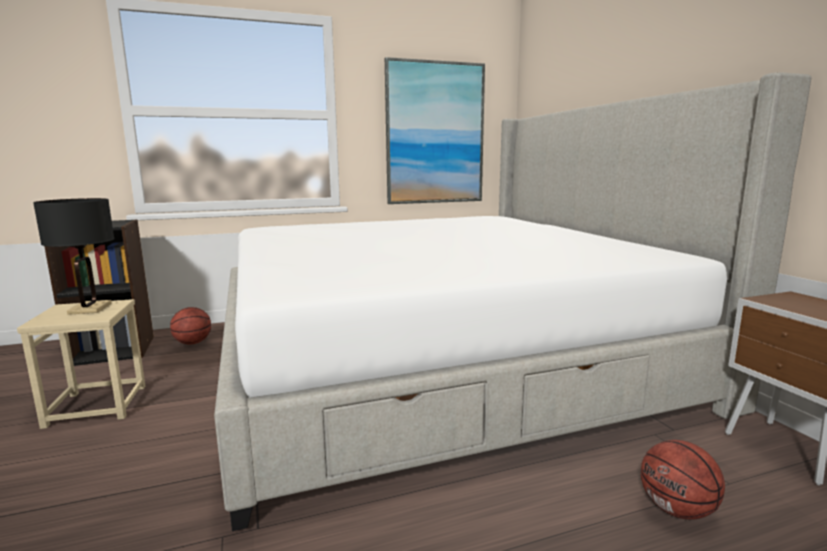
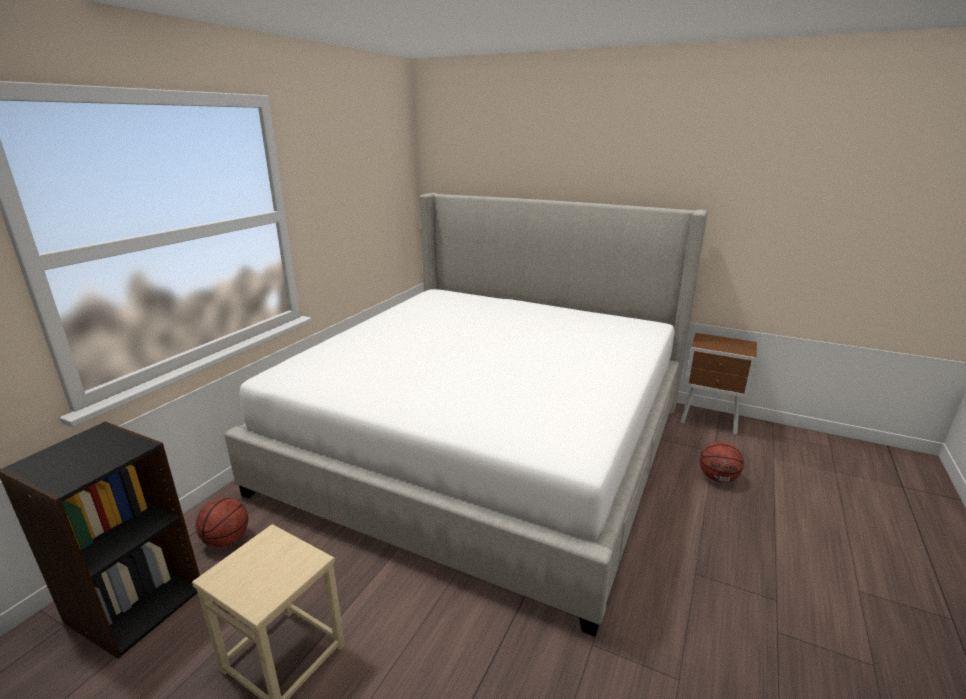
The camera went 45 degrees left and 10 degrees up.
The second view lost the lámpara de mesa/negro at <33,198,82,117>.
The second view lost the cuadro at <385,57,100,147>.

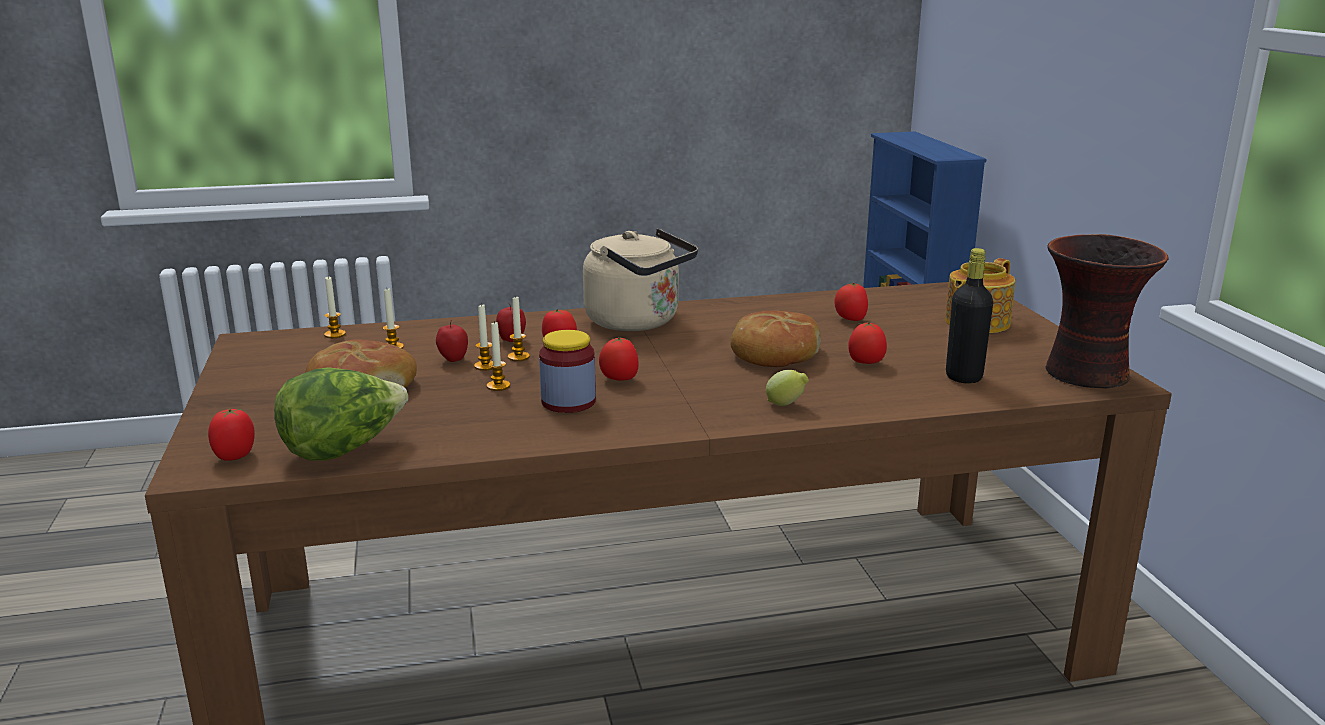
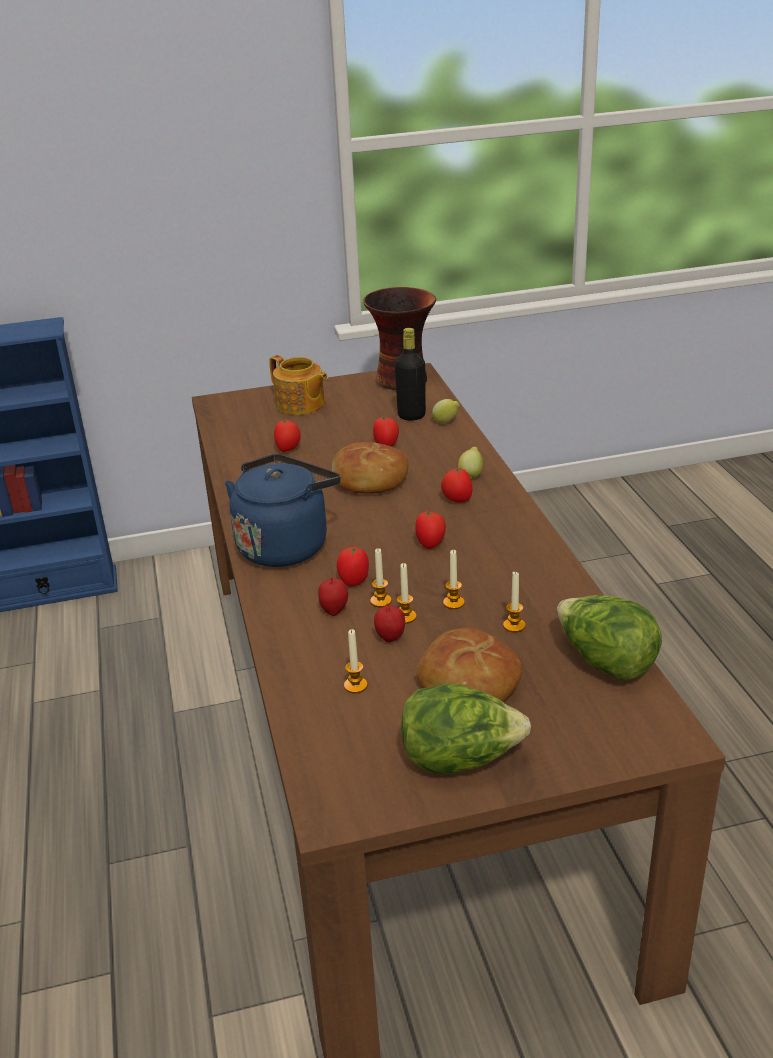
The camera went 90 degrees left and 10 degrees up.
The second view lost the tarro at <539,330,57,83>.
The second view gained the lechuga at <401,684,130,90>.
The second view gained the limón at <432,399,28,24>.
The tomate ended up elsewhere, having gone from <208,409,47,52> to <441,468,32,34>.
The vela ended up elsewhere, having gone from <324,277,22,61> to <503,572,23,61>.
What was the hervidor/beis at <583,229,115,102> turned into the hervidor/azul at <225,454,116,113>.

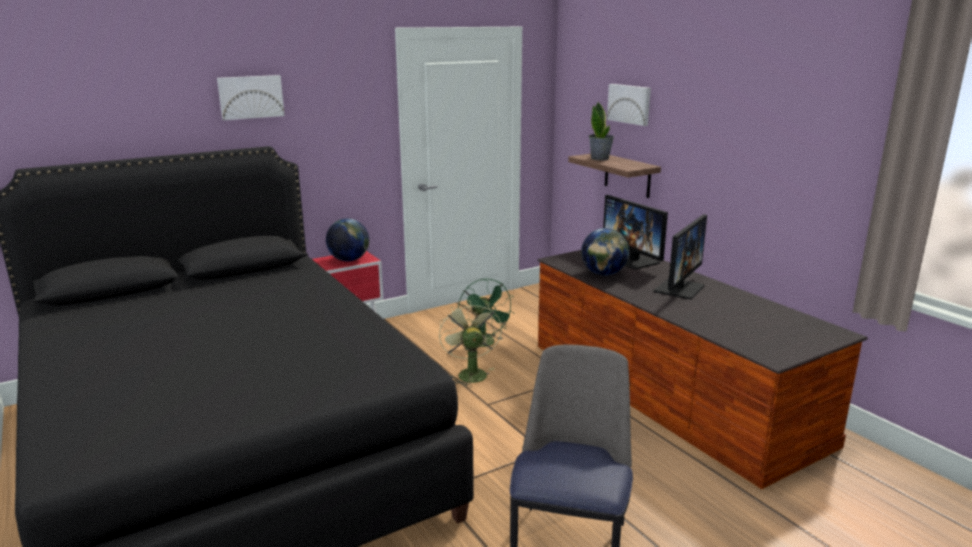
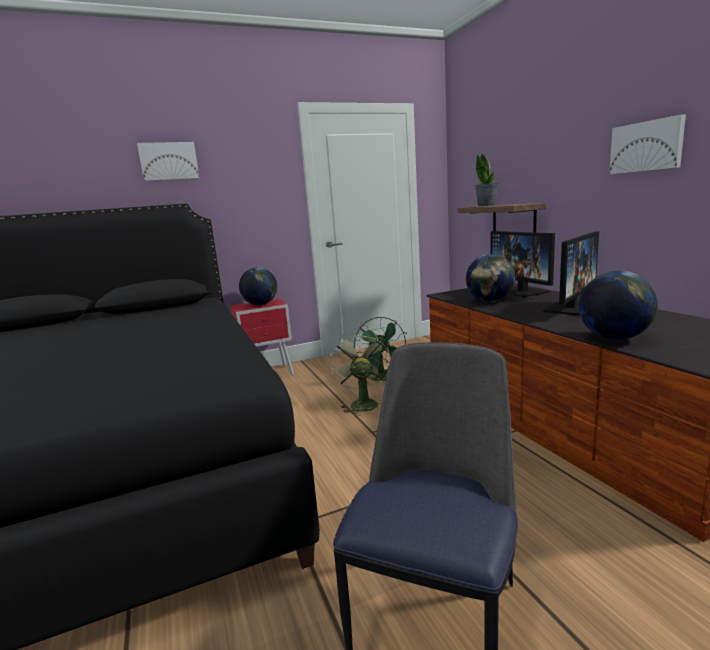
The camera went 10 degrees right and 5 degrees down.
The second view gained the globo terráqueo at <578,271,80,69>.
The cuadro ended up elsewhere, having gone from <607,84,44,42> to <609,114,77,60>.

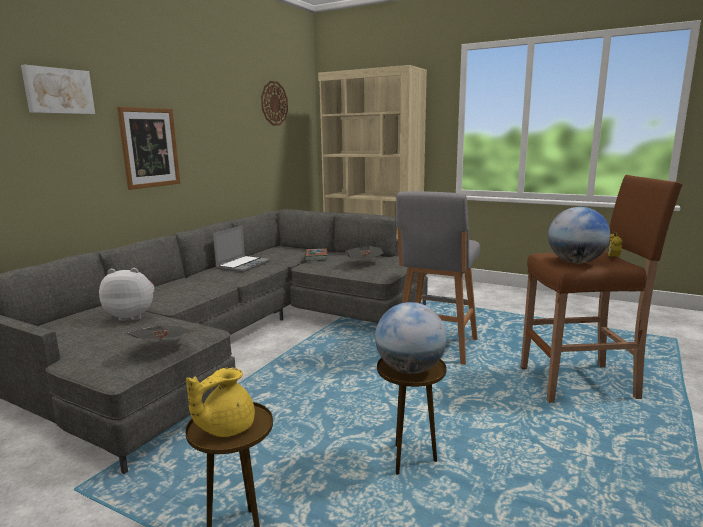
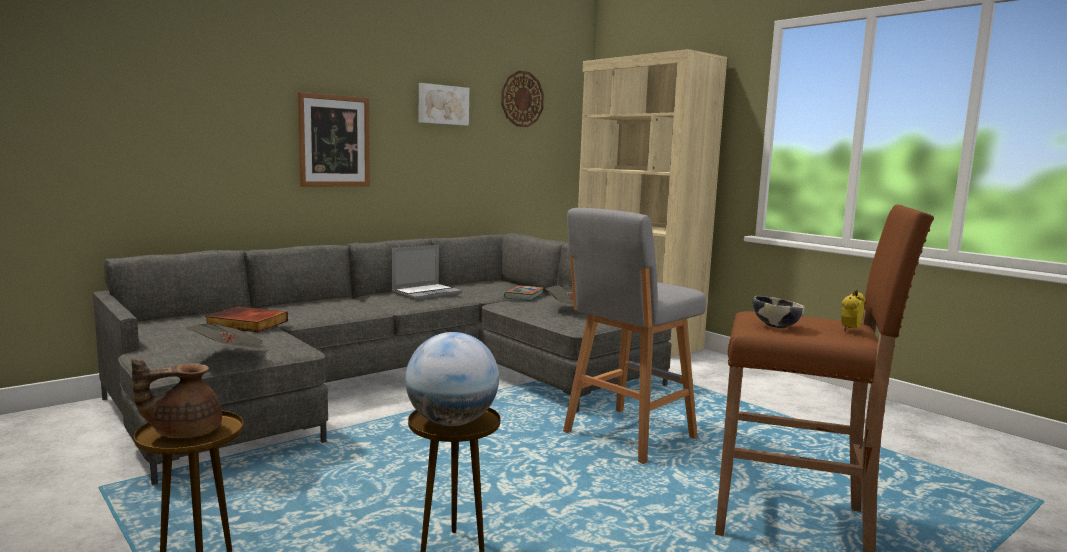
The camera went 20 degrees right and 5 degrees down.
The cuadro ended up elsewhere, having gone from <21,65,74,49> to <419,83,50,43>.
Where the peluche stood at <99,268,55,53>, the libro came to stand at <205,306,83,26>.
Where the globo terráqueo stood at <548,207,62,56>, the cuenco came to stand at <753,296,52,32>.
What was the tetera/amarillo at <186,368,69,69> turned into the tetera/marrón at <131,359,91,79>.

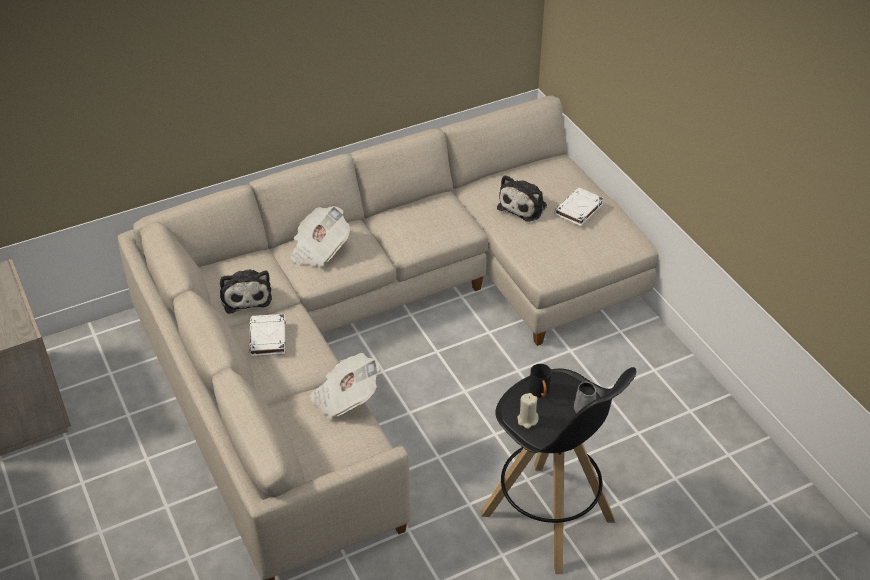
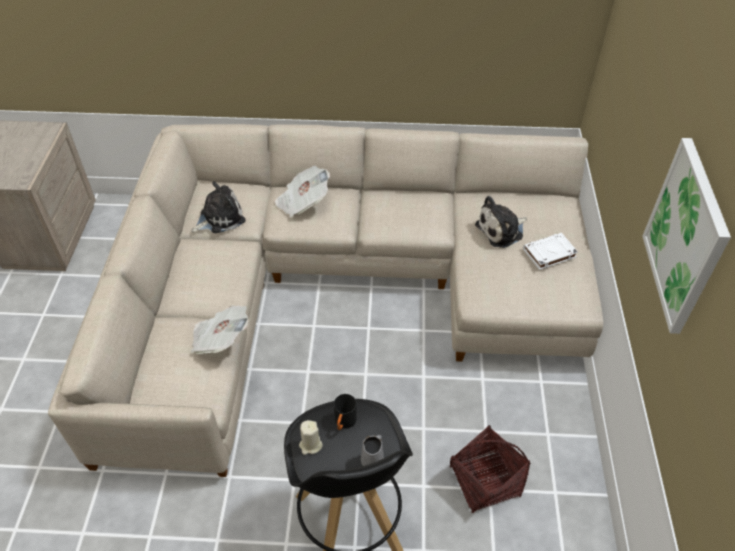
The camera went 30 degrees right and 5 degrees up.
The second view lost the libro/blanco at <249,314,37,43>.
The second view gained the cesta at <450,425,81,88>.
The second view gained the cuadro at <642,138,89,196>.
The peluche at <220,270,52,44> ended up facing another way, 135 degrees counterclockwise from before.

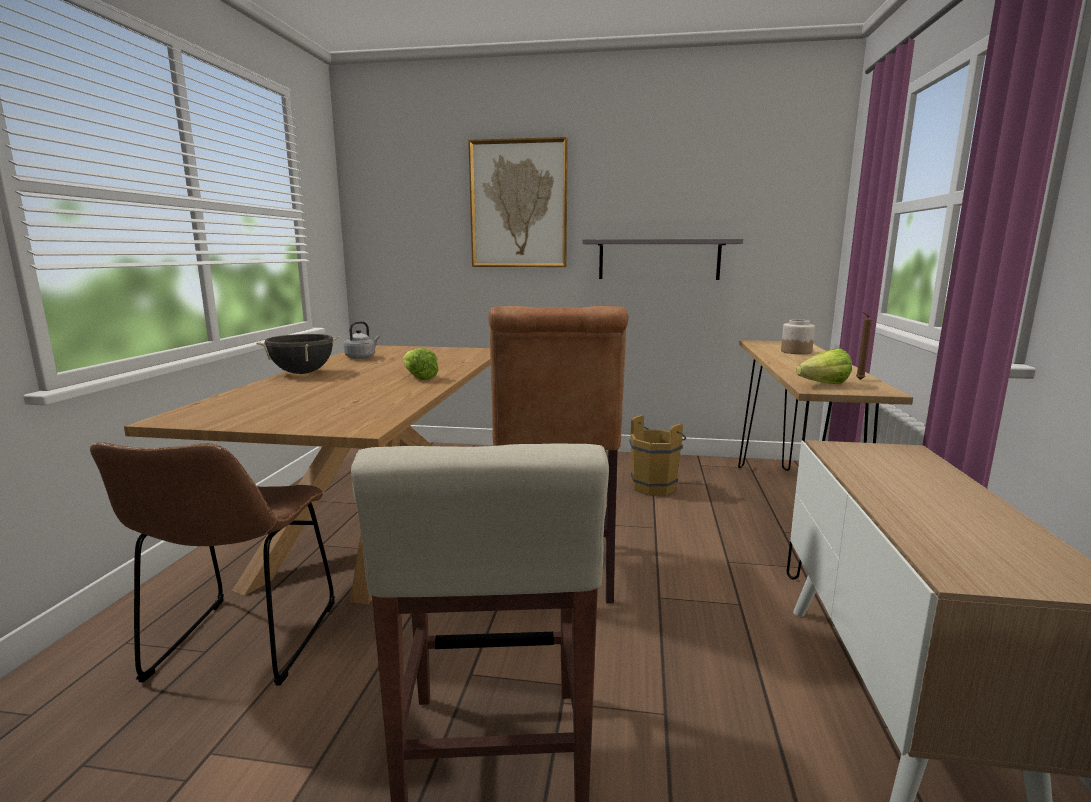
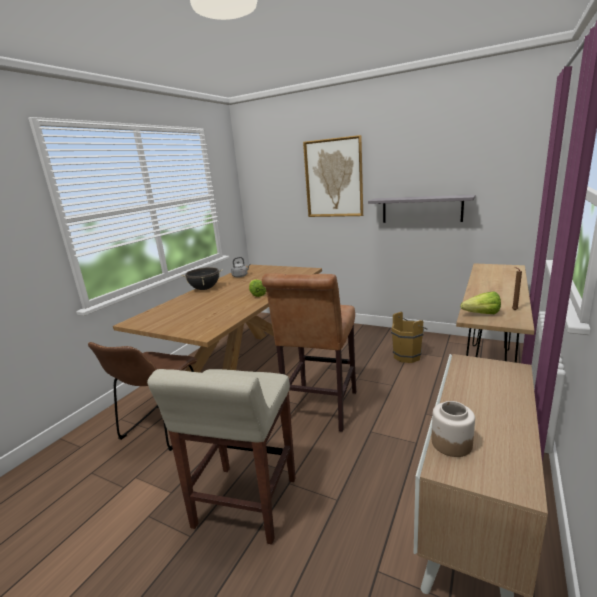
The camera went 20 degrees right and 5 degrees up.
The tarro ended up elsewhere, having gone from <781,319,34,35> to <432,401,43,56>.

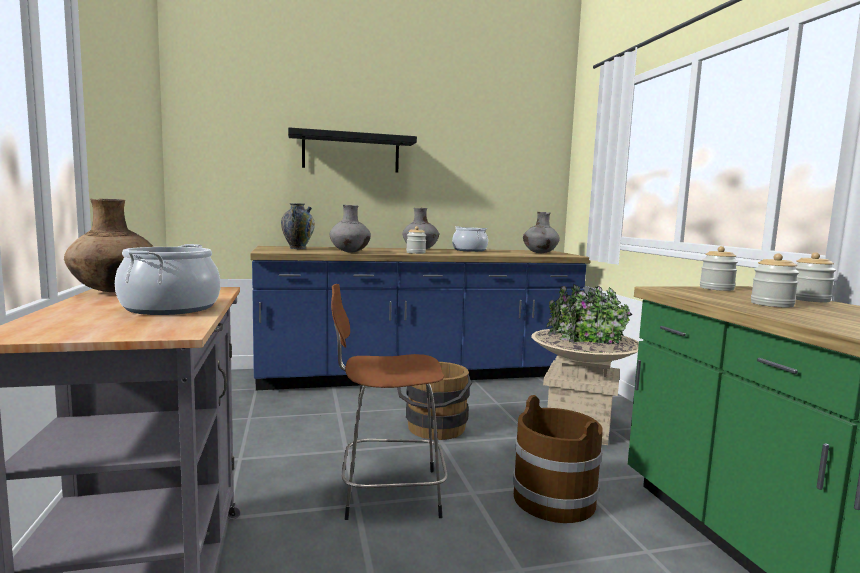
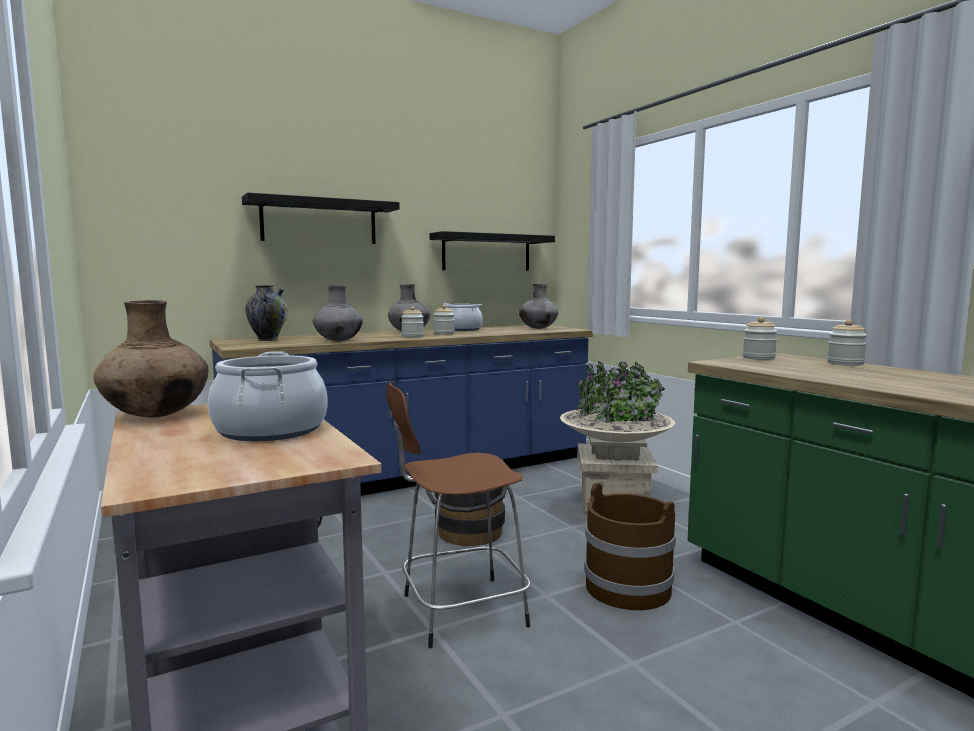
The camera went 15 degrees left and 0 degrees up.
The second view gained the estante/negro at <430,231,125,40>.
The tarro ended up elsewhere, having gone from <751,253,48,55> to <433,305,22,30>.

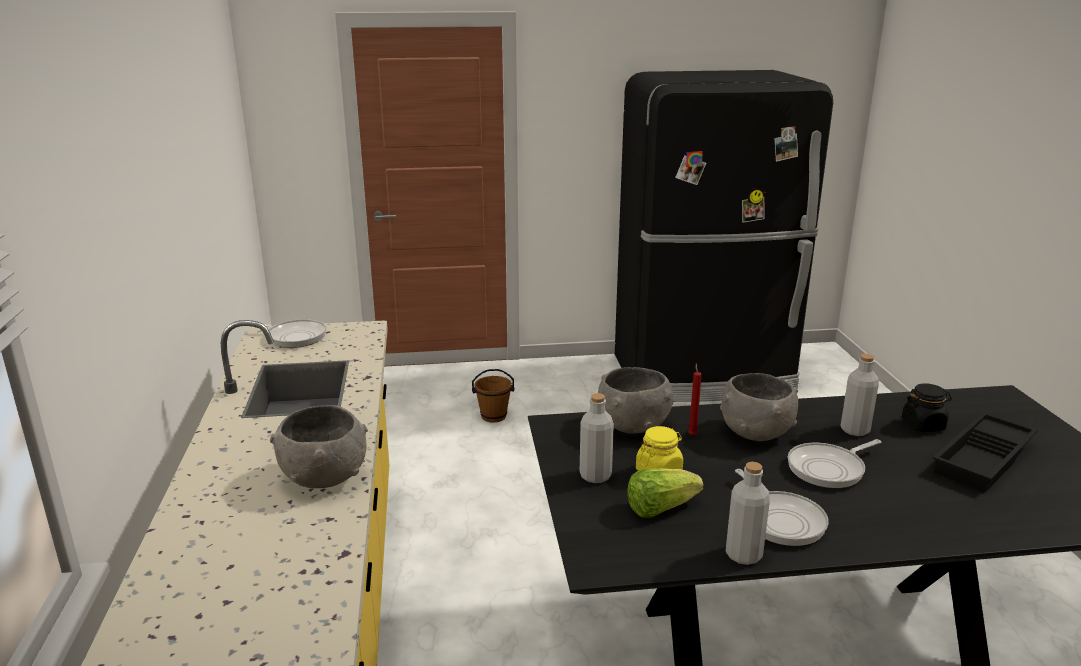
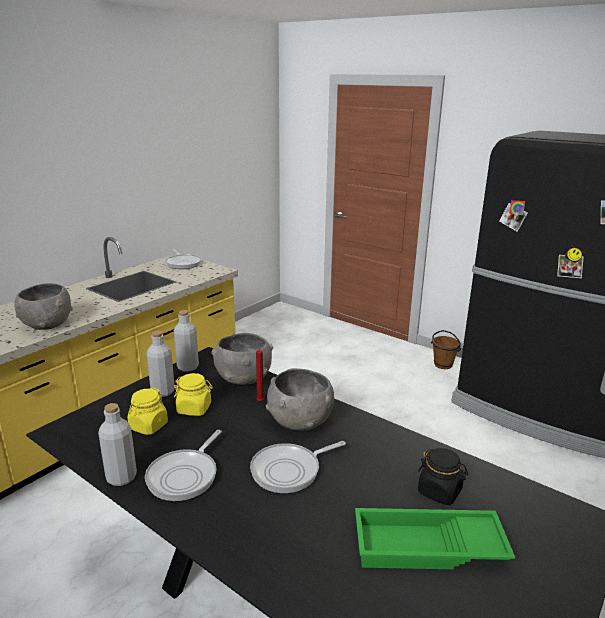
The camera went 45 degrees right and 0 degrees up.
The cubo/marrón ended up elsewhere, having gone from <472,369,42,54> to <431,330,30,39>.
The botella/gris ended up elsewhere, having gone from <841,354,38,82> to <174,310,25,62>.
Where the lechuga stood at <627,468,76,49>, the tarro/amarillo came to stand at <128,388,40,47>.
What was the bandeja/negro at <933,412,105,81> turned into the bandeja/verde at <355,508,161,61>.
The sartén at <788,439,93,49> ended up facing another way, 45 degrees counterclockwise from before.

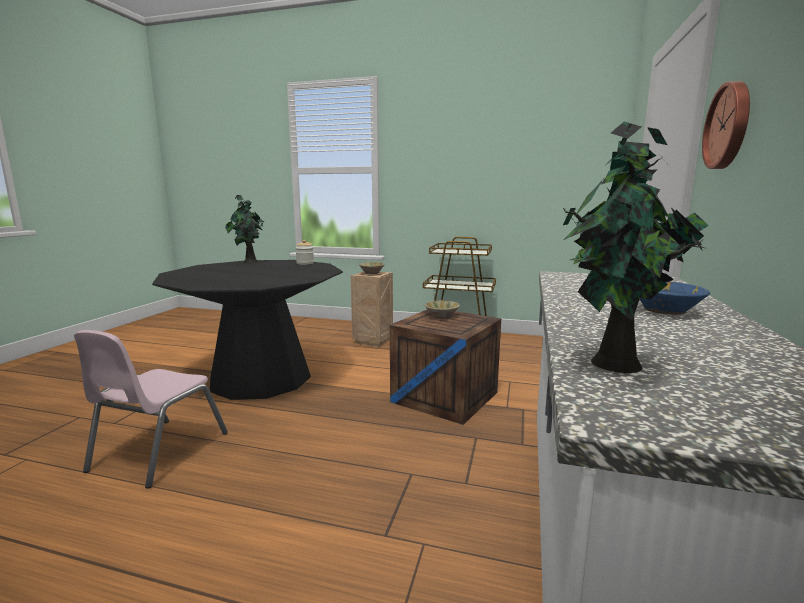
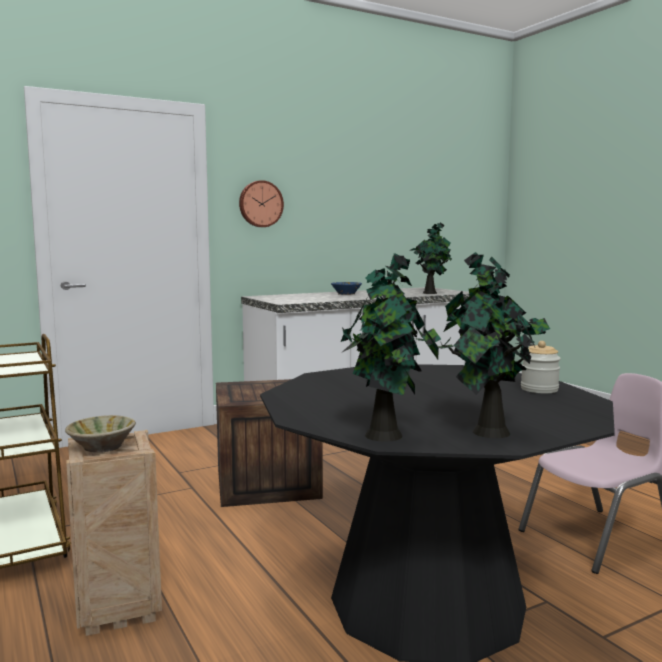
The camera went 135 degrees left and 5 degrees down.
The second view lost the cuenco/beis at <425,300,35,19>.
The second view gained the planta en maceta at <438,252,112,186>.
The tarro ended up elsewhere, having gone from <296,240,18,25> to <521,341,40,52>.

